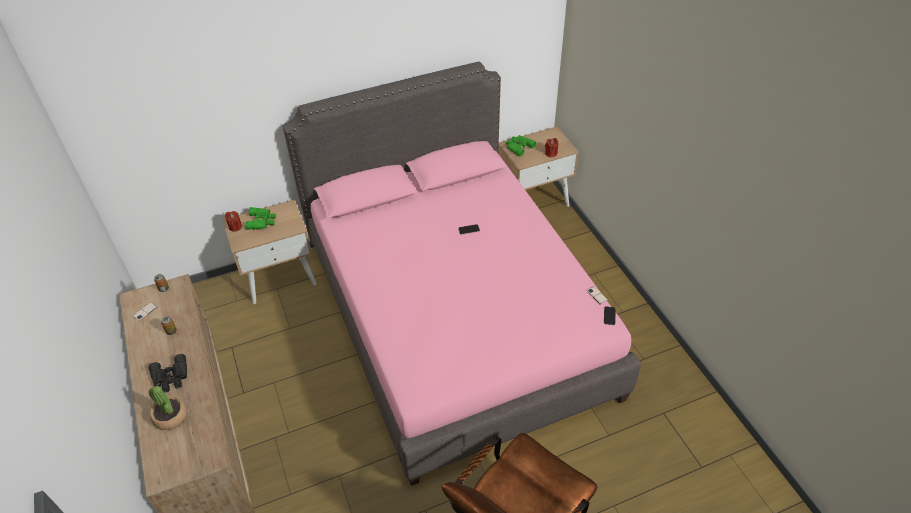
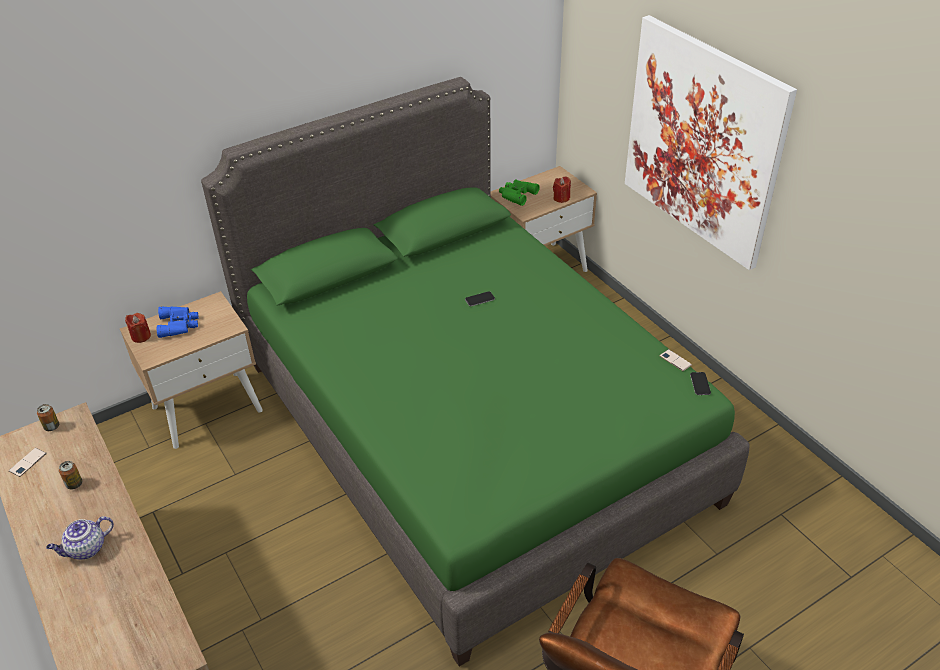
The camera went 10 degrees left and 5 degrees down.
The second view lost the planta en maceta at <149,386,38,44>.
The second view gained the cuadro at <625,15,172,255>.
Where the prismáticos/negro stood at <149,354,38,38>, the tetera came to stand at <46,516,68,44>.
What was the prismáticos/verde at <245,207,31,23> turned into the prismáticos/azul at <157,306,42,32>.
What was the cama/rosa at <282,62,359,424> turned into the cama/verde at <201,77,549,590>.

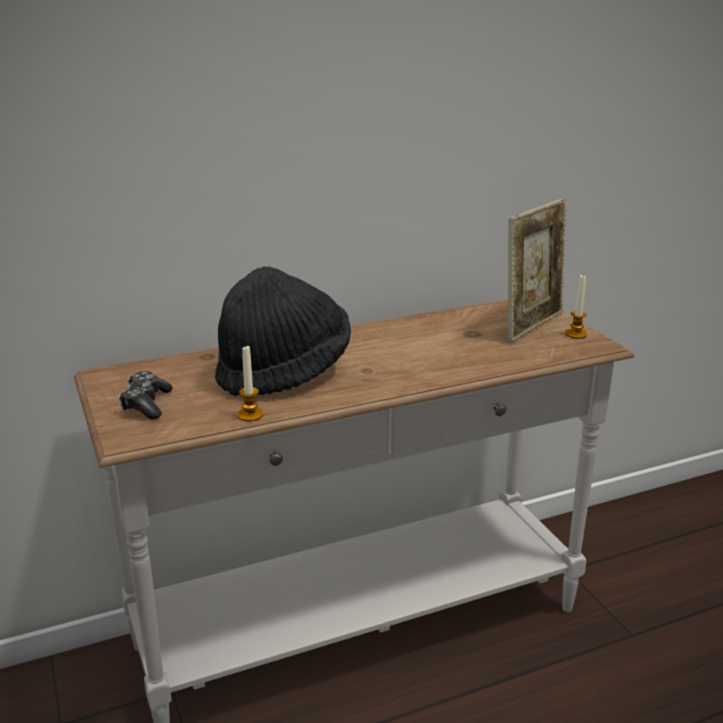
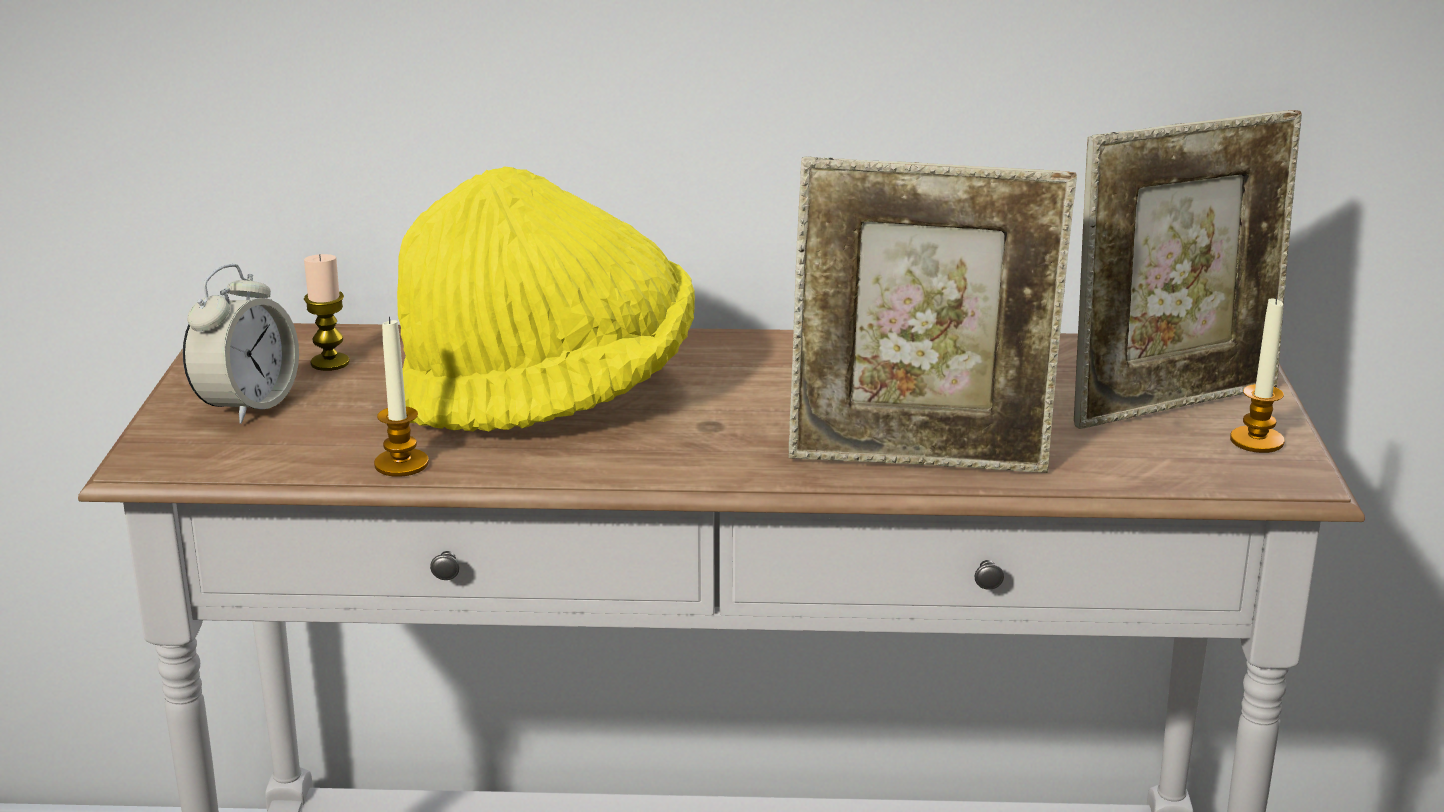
The camera went 25 degrees right and 0 degrees up.
The second view gained the vela at <304,254,46,117>.
The second view gained the portarretratos at <789,157,288,316>.
Where the mando de consola stood at <119,371,53,49>, the despertador came to stand at <183,264,116,160>.
What was the sombrero/negro at <215,266,136,130> turned into the sombrero/amarillo at <397,166,298,265>.

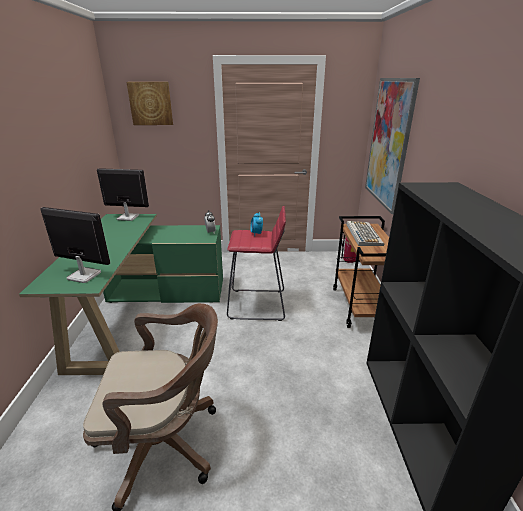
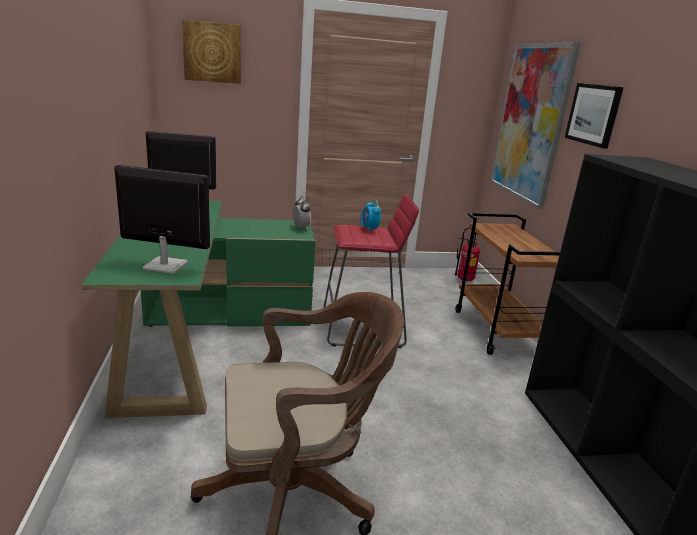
The camera went 10 degrees left and 5 degrees down.
The second view lost the teclado at <346,221,38,25>.
The second view gained the cuadro at <565,83,59,66>.

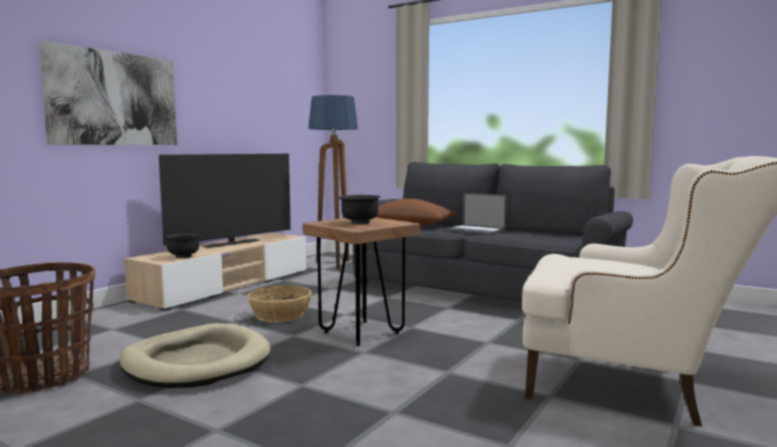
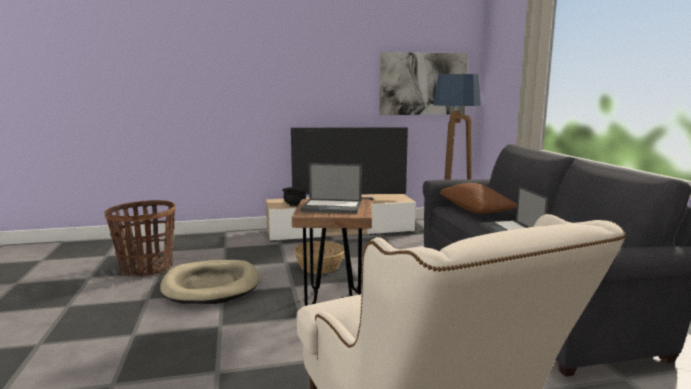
The camera went 45 degrees right and 5 degrees up.
The cuadro ended up elsewhere, having gone from <39,41,138,104> to <379,52,89,63>.
Where the cuenco/negro stood at <338,195,42,29>, the portátil came to stand at <300,163,62,51>.

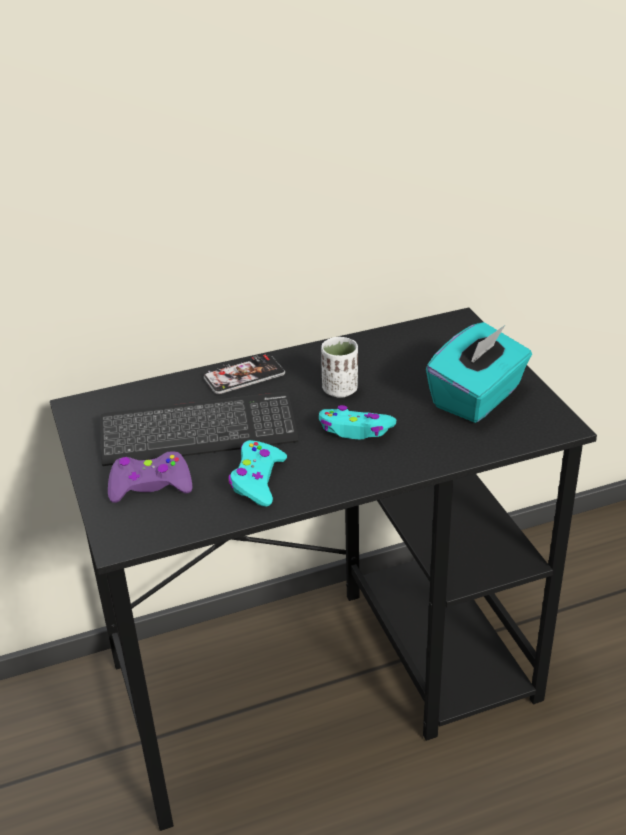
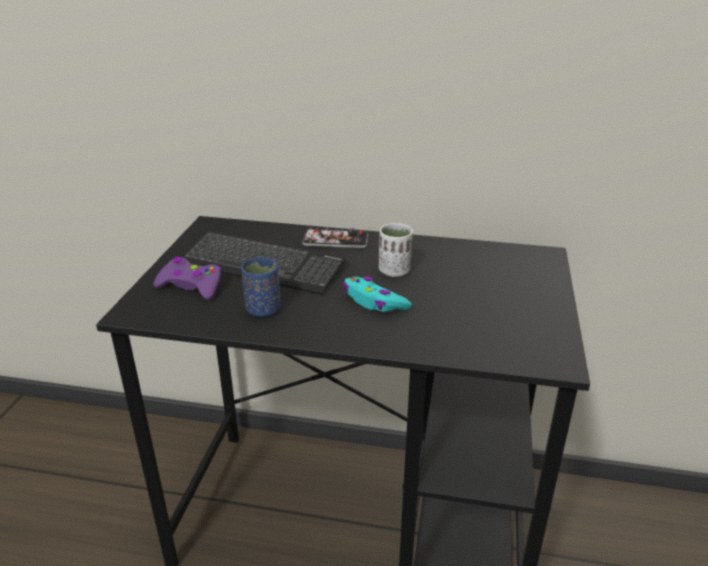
The camera went 30 degrees right and 5 degrees down.
The second view lost the caja de pañuelos/turquesa at <426,322,106,101>.
Where the mando de consola/turquesa stood at <228,440,59,66>, the taza/azul came to stand at <241,258,40,59>.

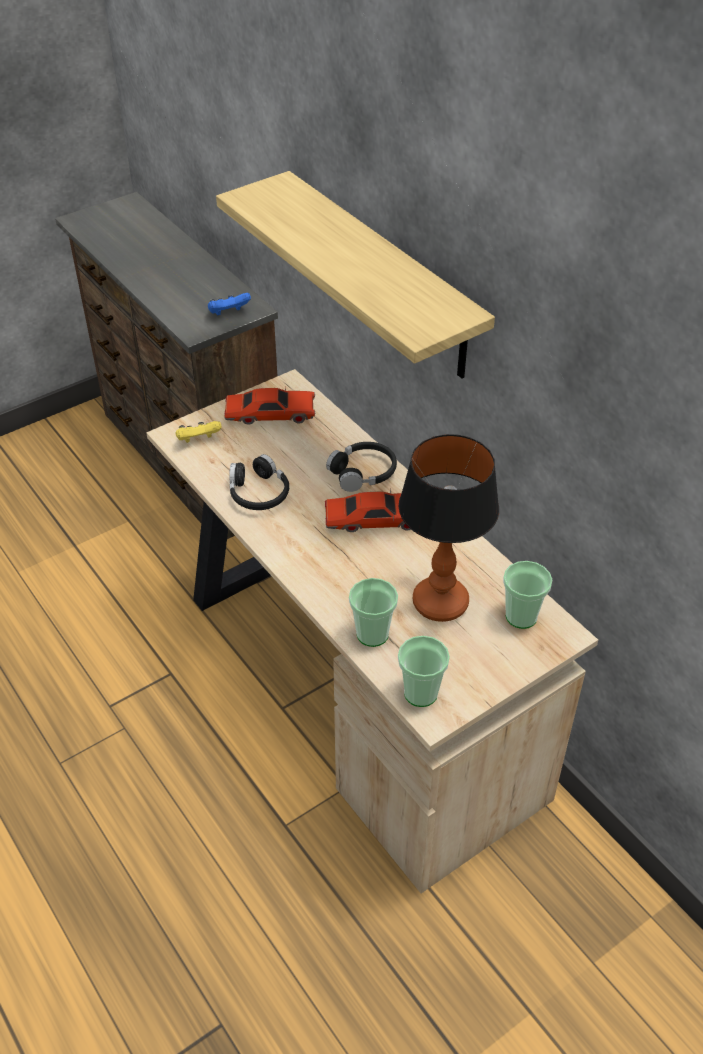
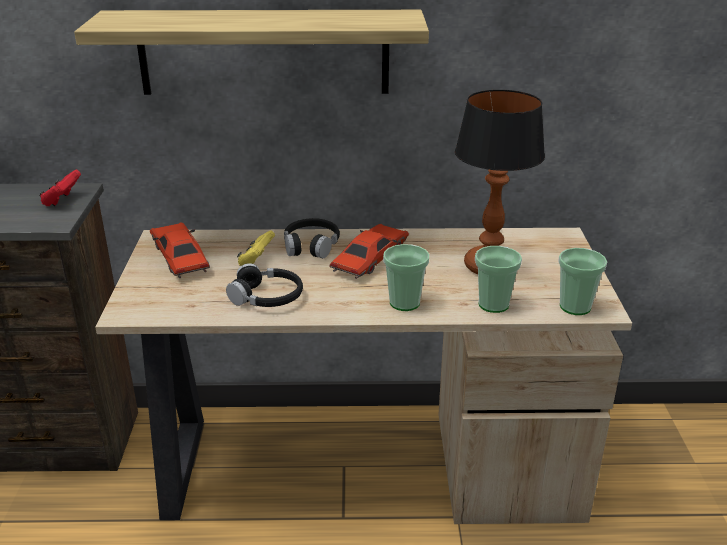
The camera went 55 degrees left and 15 degrees down.
The mando de consola/amarillo ended up elsewhere, having gone from <176,421,45,22> to <237,230,38,36>.
The taza ended up elsewhere, having gone from <503,561,49,68> to <383,244,46,67>.
What was the mando de consola/azul at <208,293,43,22> turned into the mando de consola/rojo at <39,170,42,36>.
The coche de juguete/rojo at <224,386,91,39> ended up facing another way, 60 degrees counterclockwise from before.

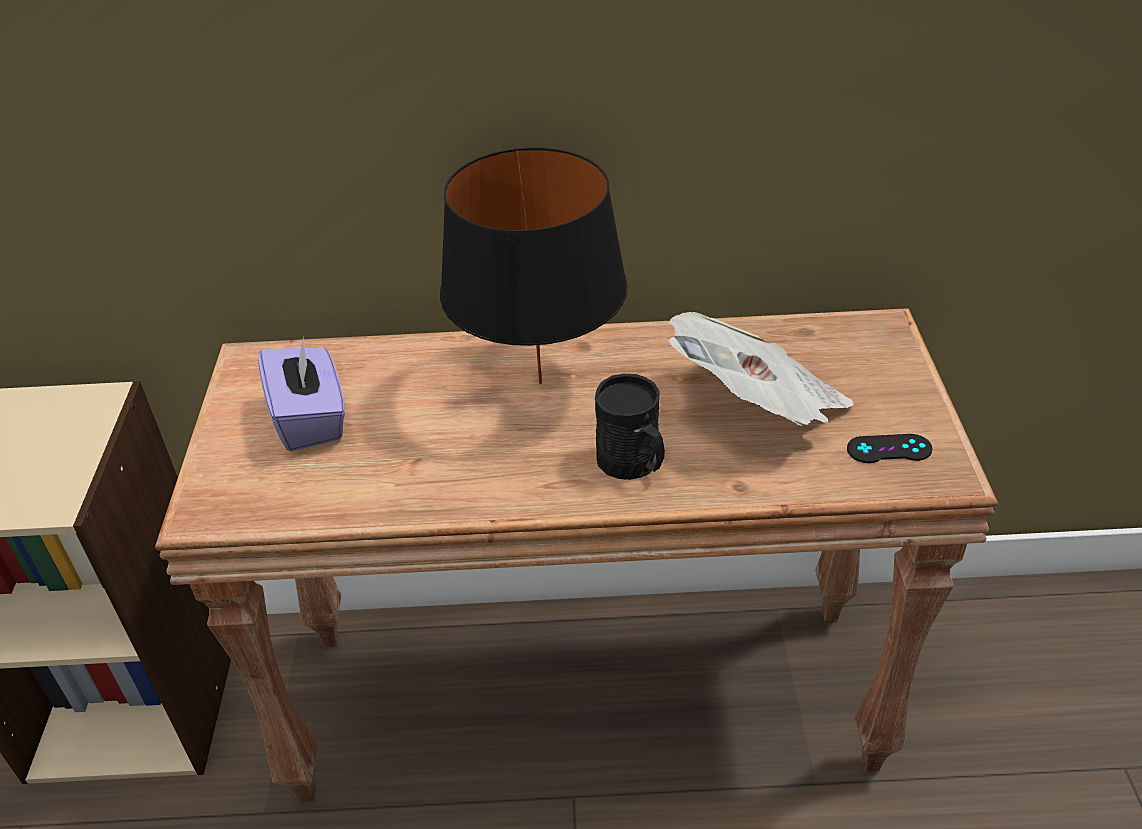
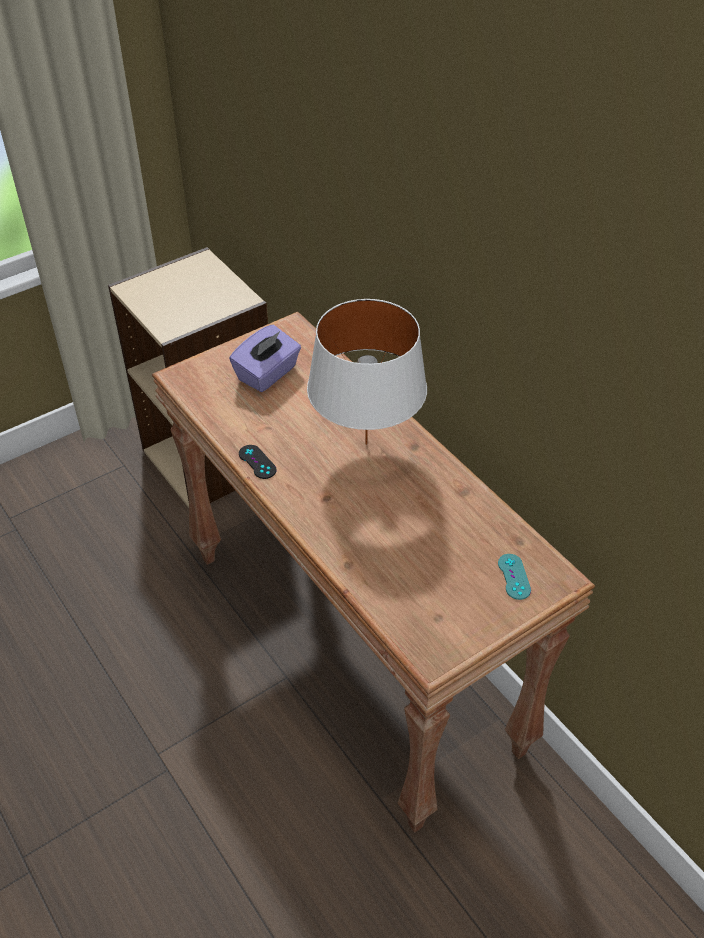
The camera went 55 degrees right and 5 degrees up.
The second view lost the taza grande/negro at <595,374,70,106>.
The second view lost the periódico at <667,312,187,114>.
The second view gained the mando de consola/turquesa at <498,554,33,46>.
The mando de consola/negro ended up elsewhere, having gone from <847,434,86,29> to <239,445,38,34>.
What was the lámpara de mesa/negro at <440,147,188,237> turned into the lámpara de mesa/blanco at <307,299,120,146>.

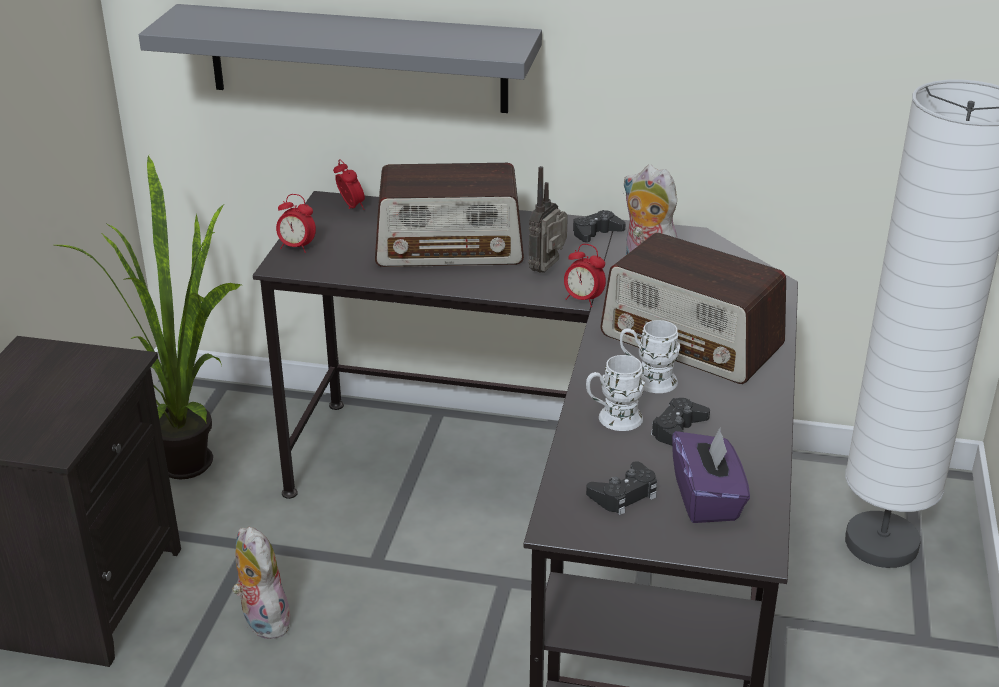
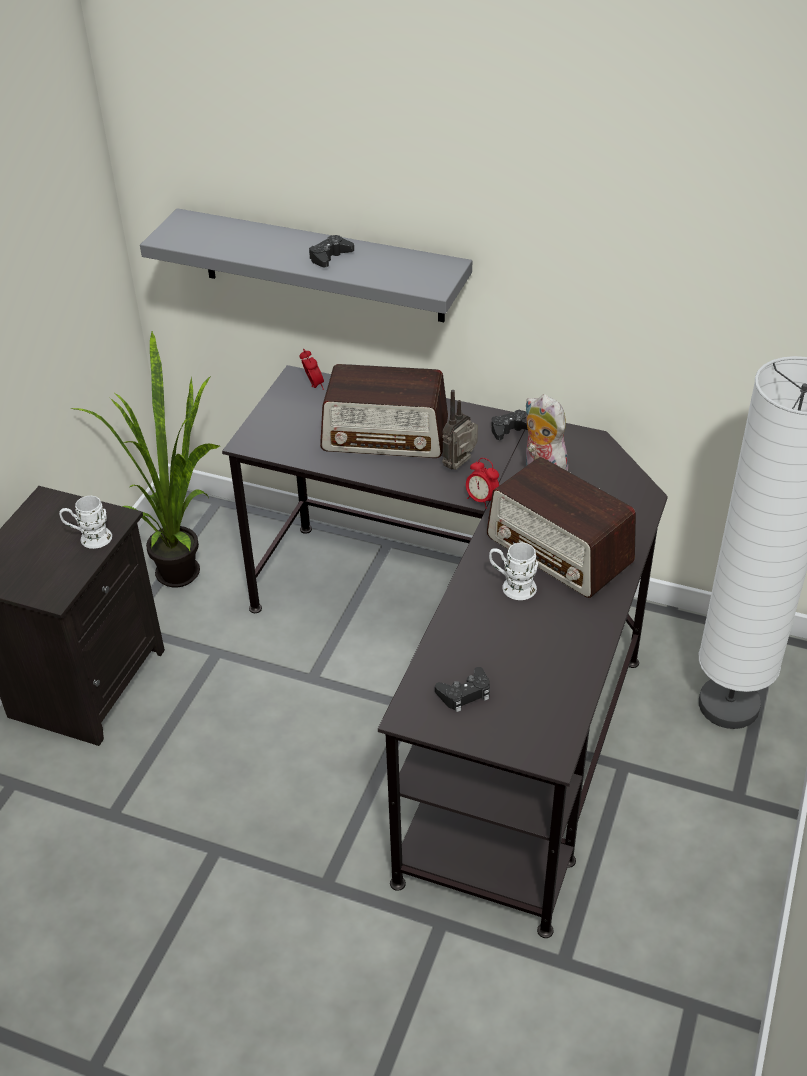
The camera went 10 degrees right and 10 degrees up.
The second view lost the peluche at <232,526,62,113>.
The second view lost the despertador at <276,194,40,59>.
The second view lost the caja de pañuelos/morado at <672,426,78,97>.
The taza grande/blanco ended up elsewhere, having gone from <586,355,59,76> to <59,496,53,53>.
The mando de consola/negro ended up elsewhere, having gone from <651,398,59,48> to <309,235,45,32>.

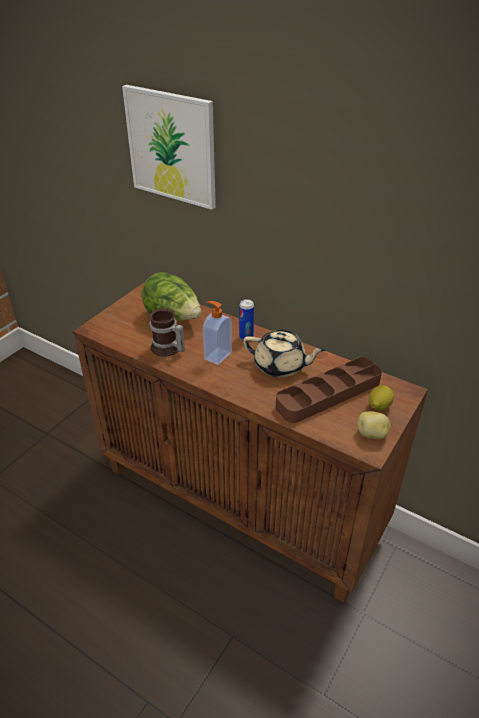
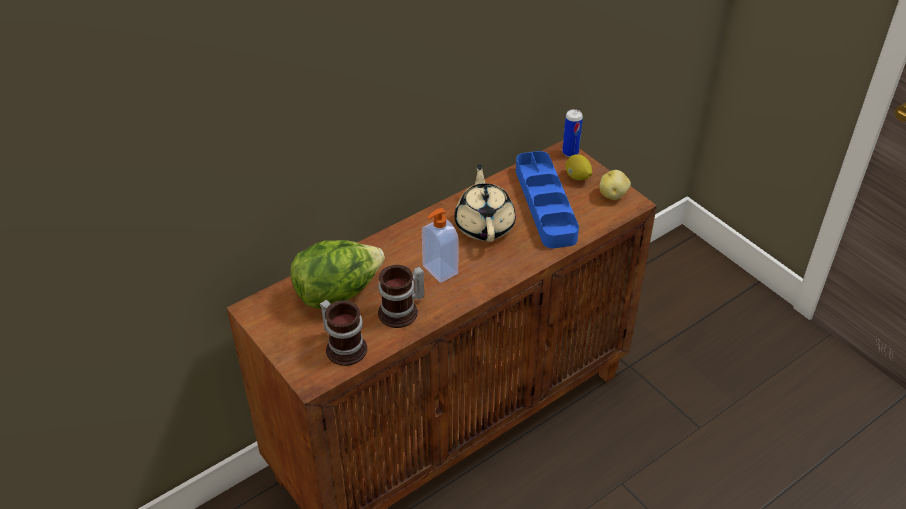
The camera went 70 degrees left and 5 degrees up.
The second view lost the cuadro at <122,85,94,125>.
The second view gained the taza grande at <320,300,47,66>.
The lata ended up elsewhere, having gone from <239,299,15,41> to <562,109,21,48>.
What was the bandeja/marrón at <275,357,107,66> turned into the bandeja/azul at <516,151,63,97>.
The tetera/beis at <243,330,82,48> ended up facing another way, 45 degrees counterclockwise from before.

